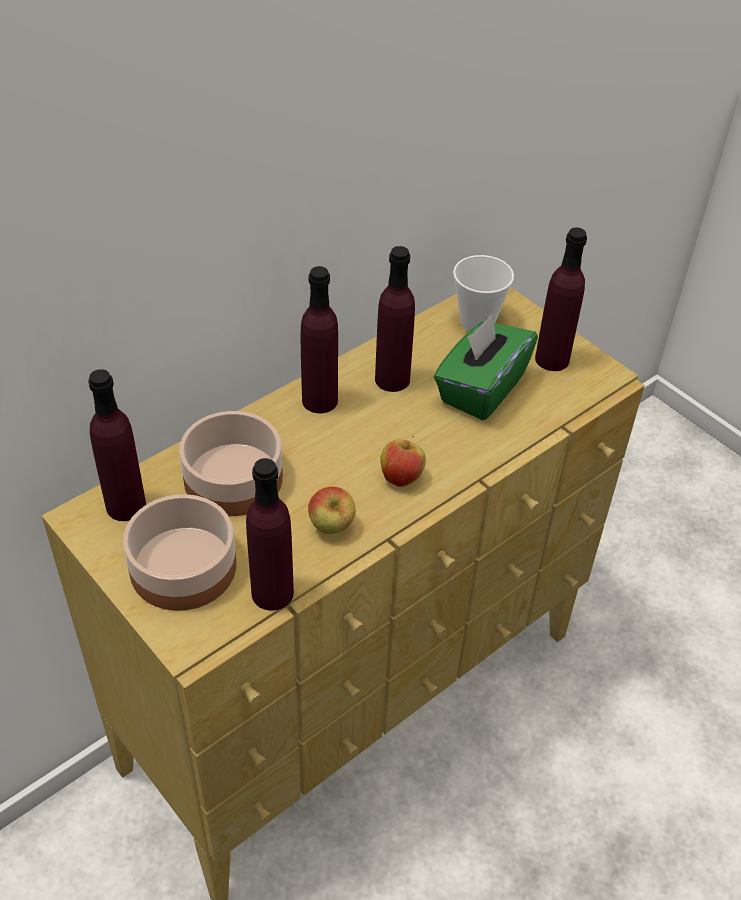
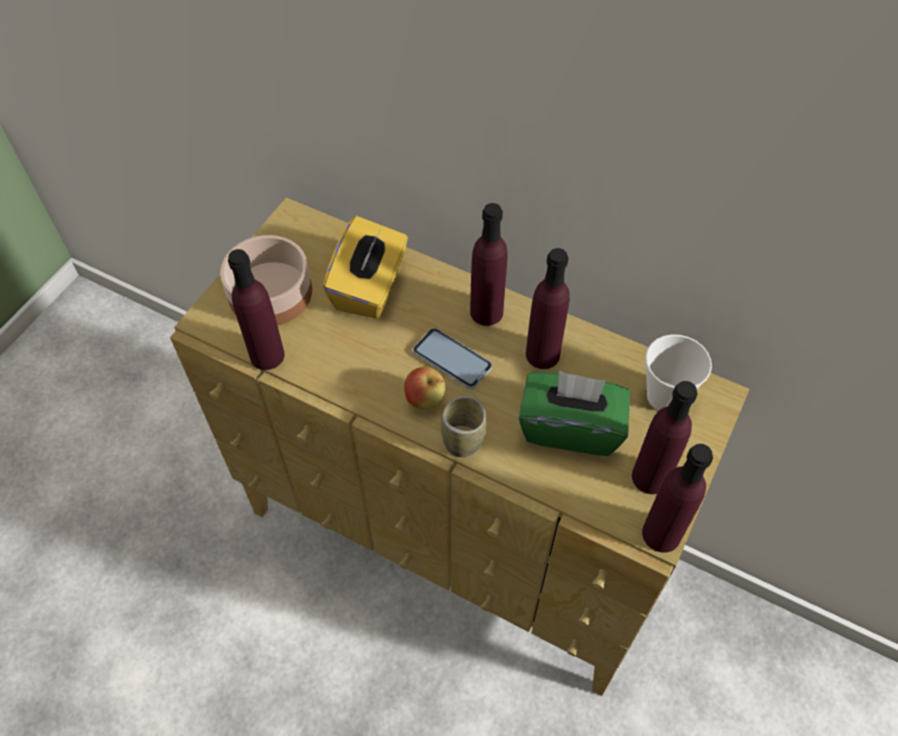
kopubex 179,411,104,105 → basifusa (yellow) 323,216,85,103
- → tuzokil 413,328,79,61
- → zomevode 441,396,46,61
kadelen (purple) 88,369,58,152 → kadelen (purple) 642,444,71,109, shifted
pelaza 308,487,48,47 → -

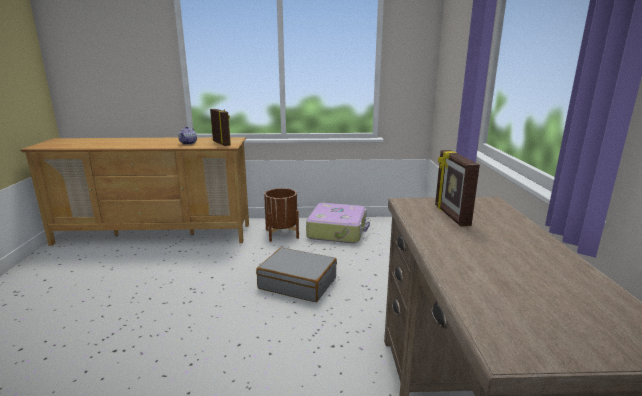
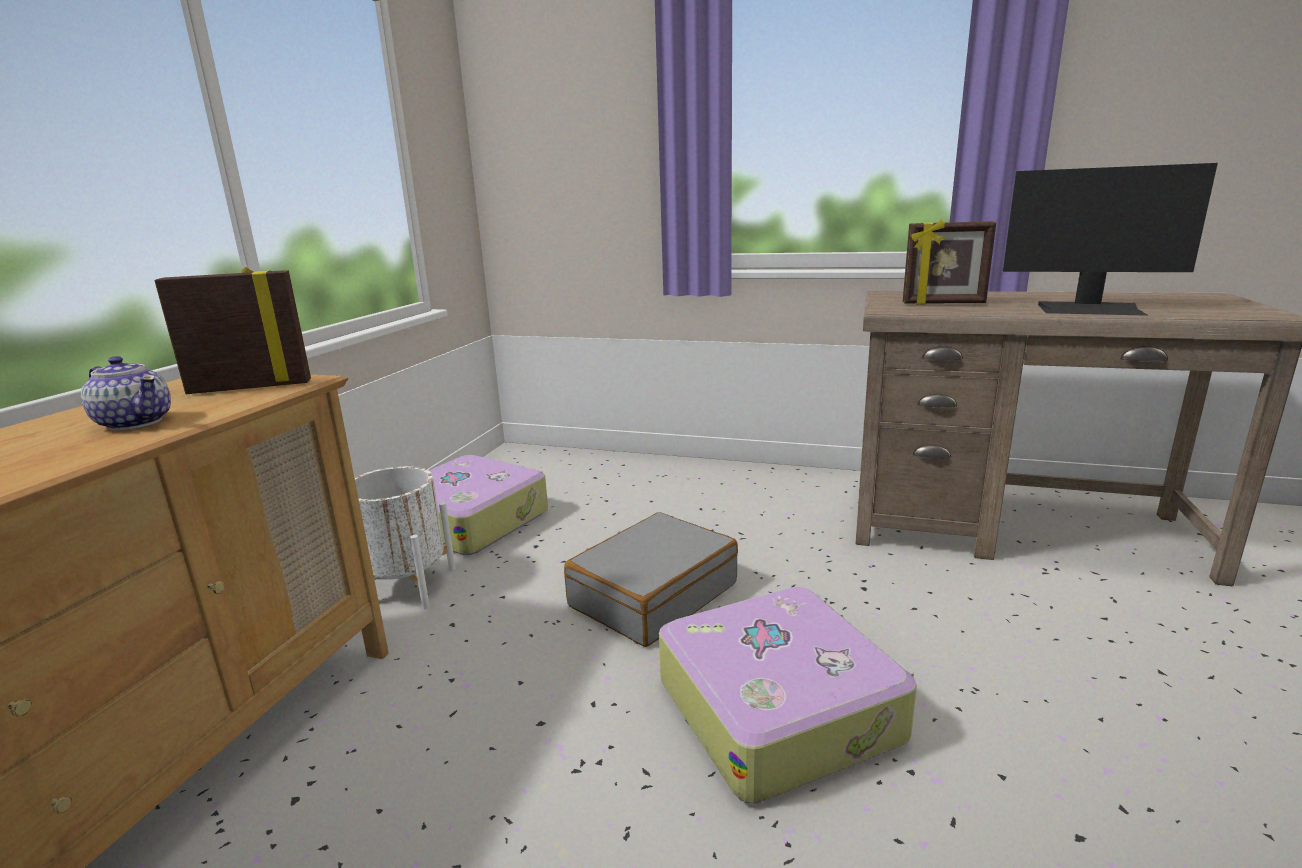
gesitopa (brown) 264,188,35,54 → gesitopa (white) 355,466,101,143
- → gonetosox 659,587,258,217
- → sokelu 1003,163,215,153

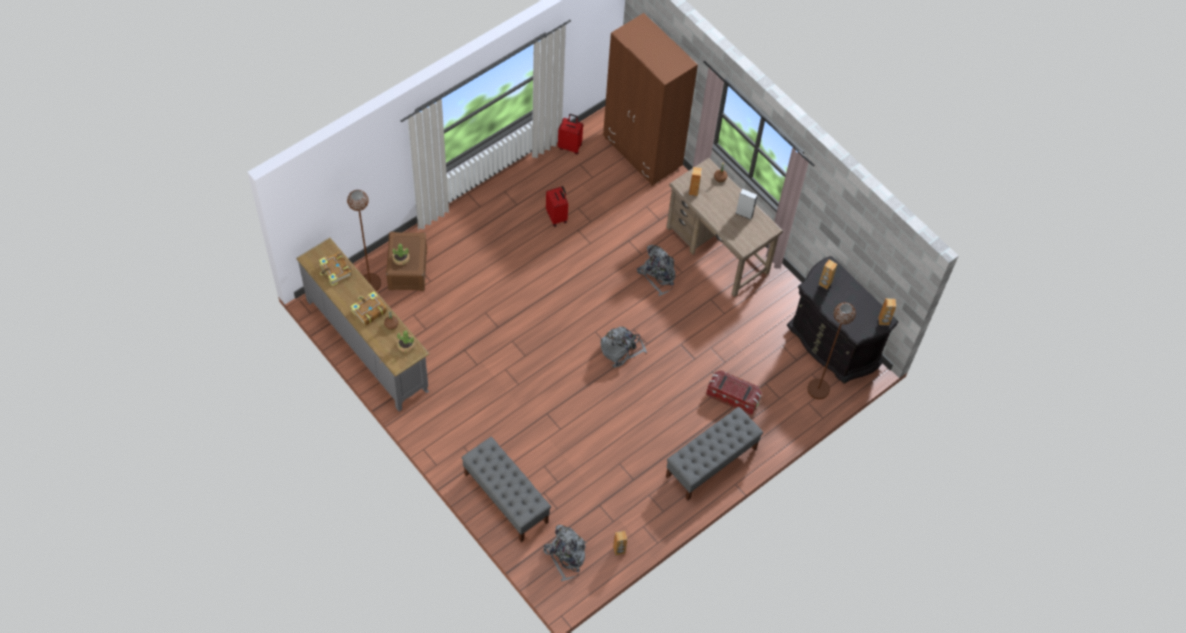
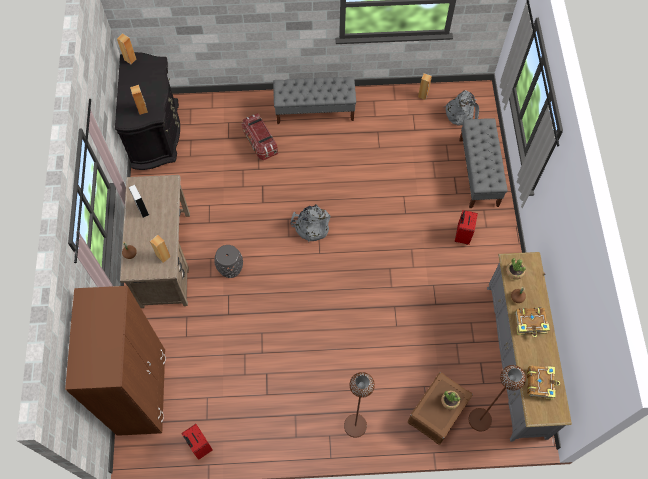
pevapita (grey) 637,245,38,51 → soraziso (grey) 214,245,29,33
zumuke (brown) 807,302,49,97 → zumuke (brown) 344,372,31,66, shifted
gonetosox (red) 546,186,22,41 → gonetosox (red) 455,210,23,35, shifted

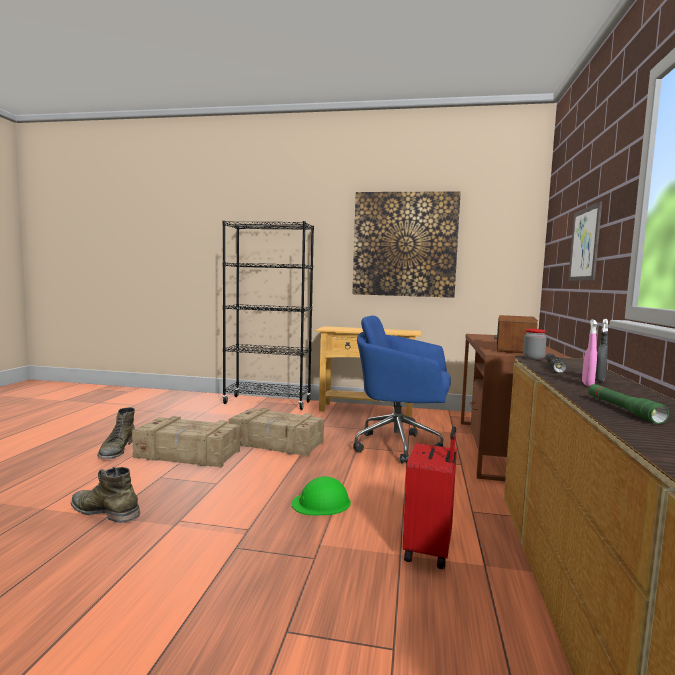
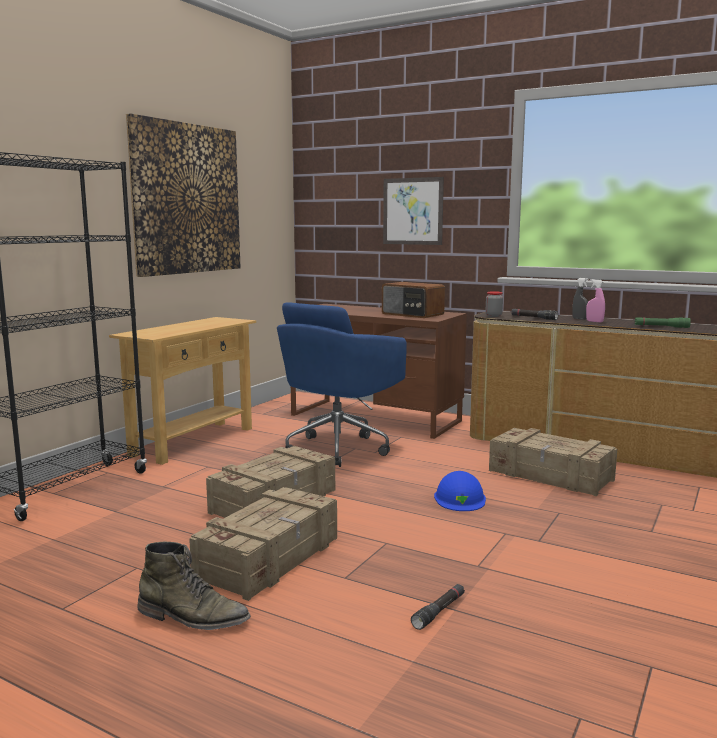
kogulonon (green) 71,467,69,56 → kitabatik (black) 411,584,54,46
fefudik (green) 291,476,60,39 → fefudik (blue) 434,471,52,40
gonetosox (red) 403,426,54,143 → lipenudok 489,428,128,68

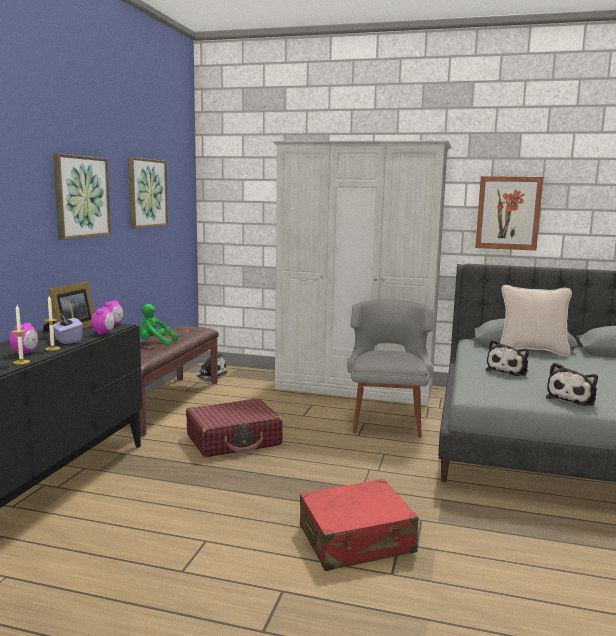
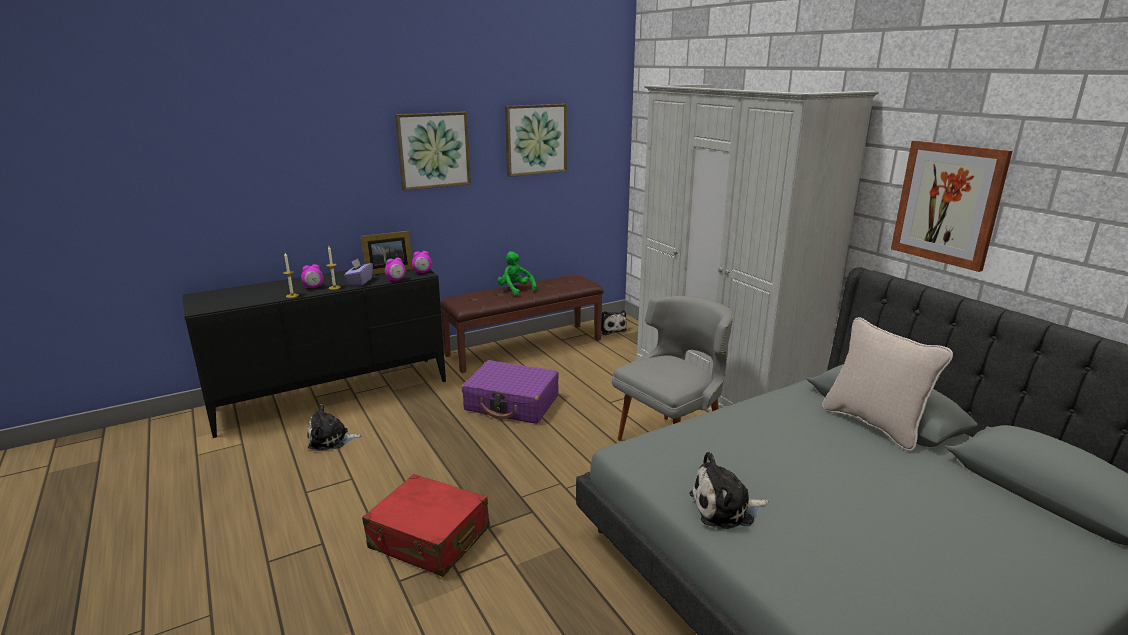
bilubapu 486,340,43,36 → bilubapu 307,404,56,47, shifted
gonetosox (red) 186,398,97,59 → gonetosox (purple) 462,360,97,64

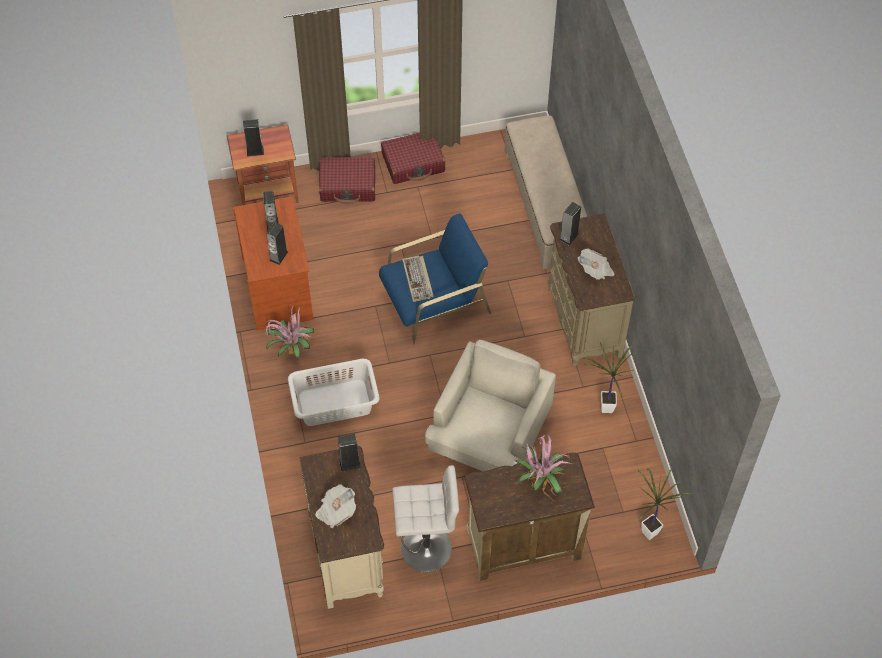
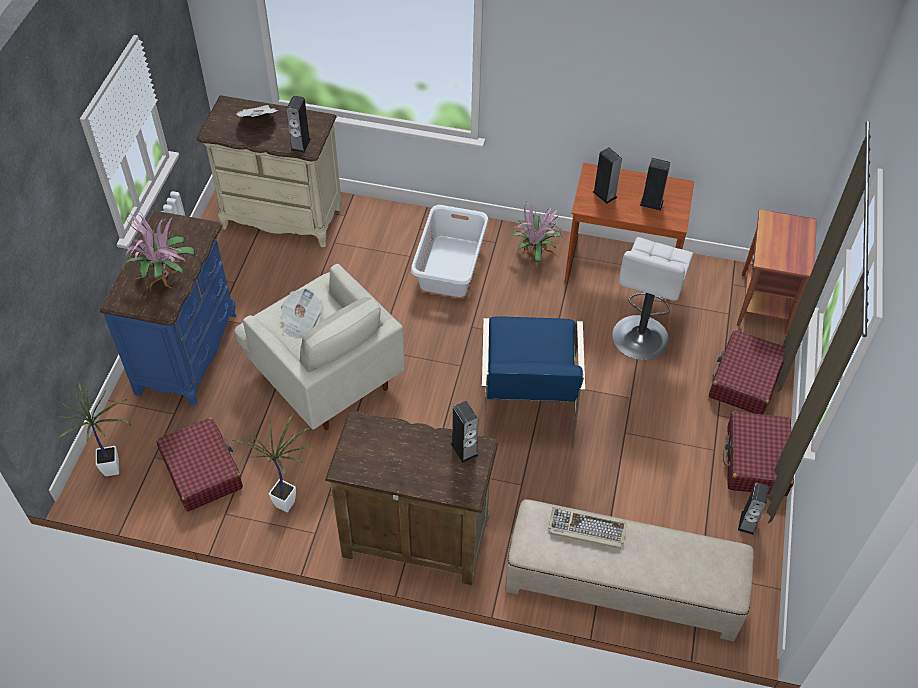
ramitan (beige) 465,452,130,129 → ramitan (blue) 100,210,136,196
- → gonetosox (red) 156,417,87,95
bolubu 578,248,36,32 → bolubu 281,288,43,49, shifted
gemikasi 402,256,32,46 → gemikasi 548,507,79,42, shifted
soraziso (white) 393,465,66,107 → soraziso (white) 612,237,81,123, shifted
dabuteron 243,119,21,37 → dabuteron 738,483,31,52, shifted

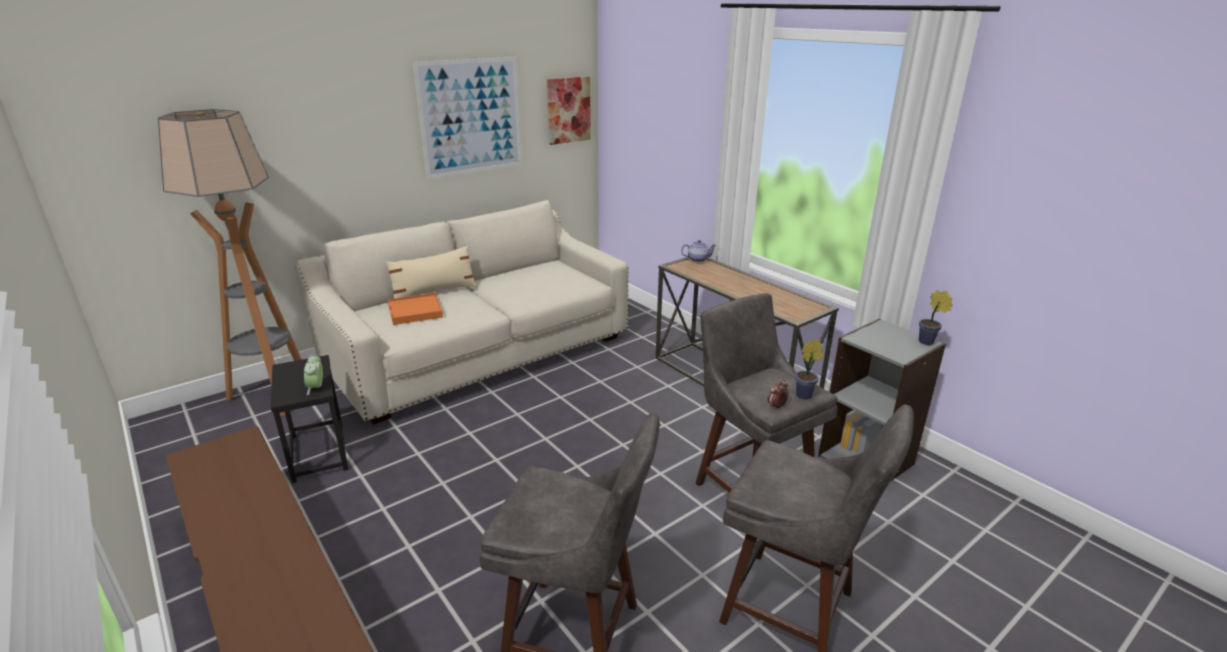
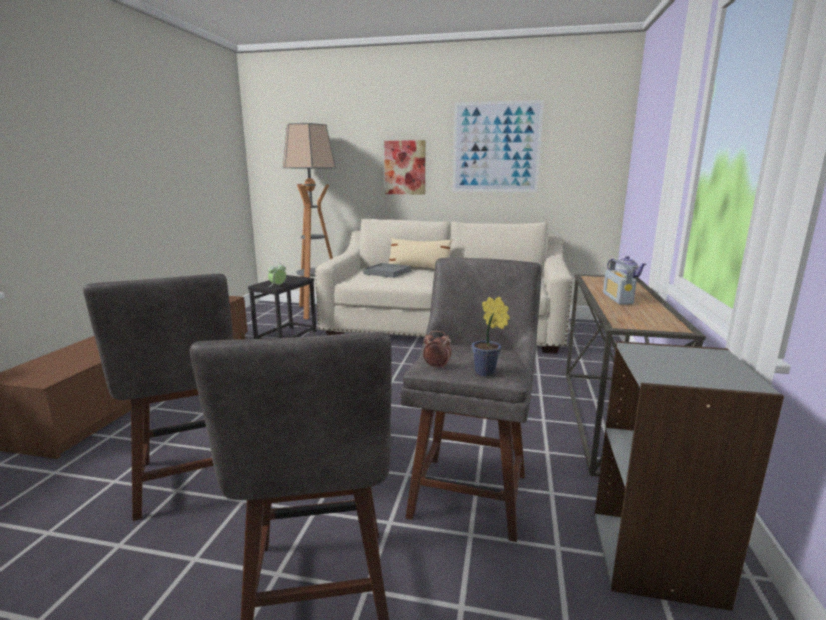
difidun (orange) 388,293,55,32 → difidun (grey) 363,263,48,15
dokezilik 547,76,44,69 → dokezilik 384,140,42,55, shifted
- → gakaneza 603,260,34,45
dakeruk 919,290,34,55 → -

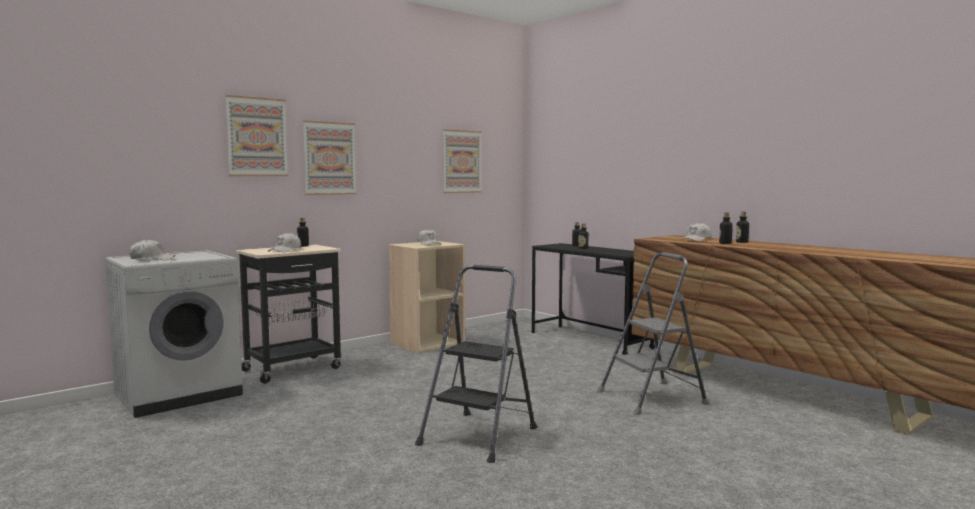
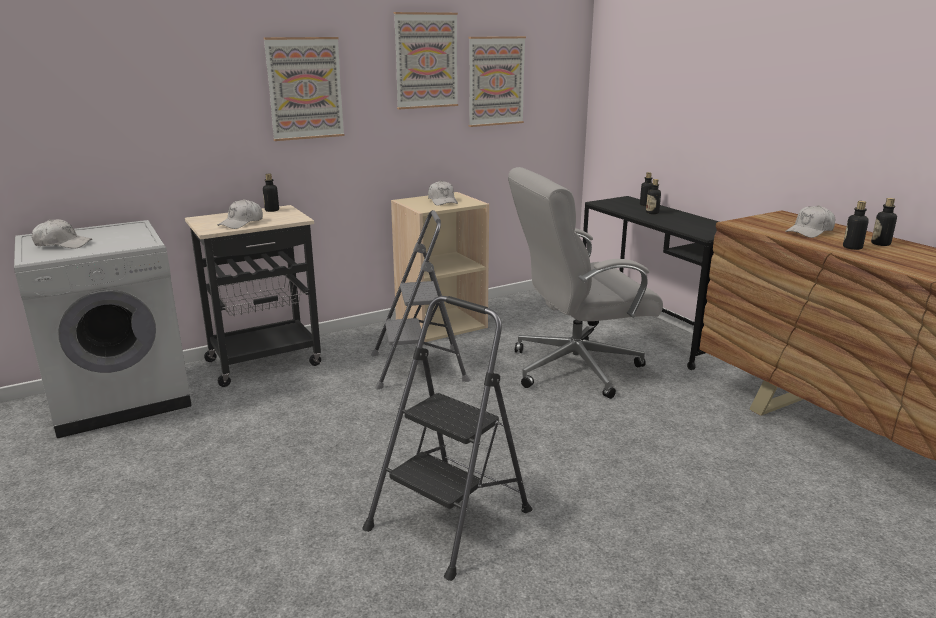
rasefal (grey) 597,252,113,163 → rasefal (grey) 371,210,99,179, shifted
dokezilik 225,95,63,81 → dokezilik 394,12,64,97, shifted
- → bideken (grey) 508,167,155,232

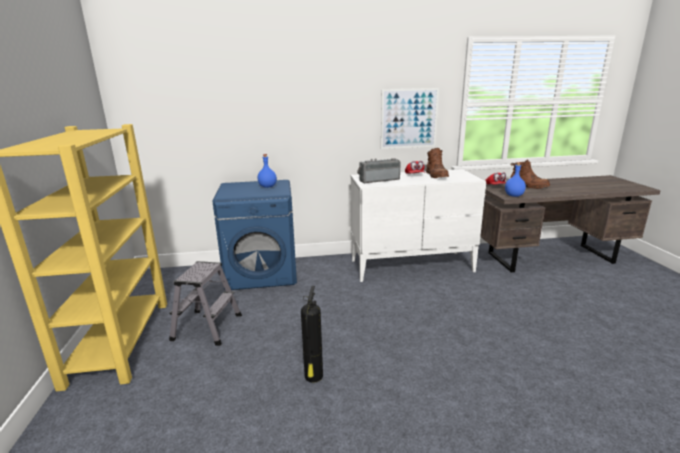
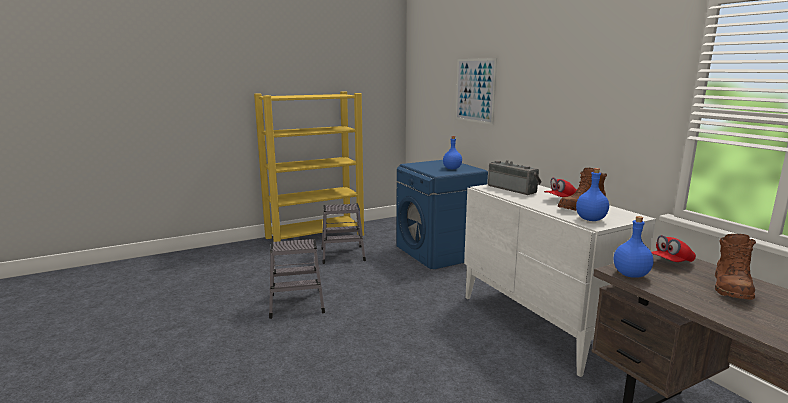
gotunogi 301,286,22,97 → rasefal (grey) 269,239,56,80
dokezilik 381,88,58,61 → dokezilik 456,58,41,67, shifted
- → kadelen (blue) 576,168,33,53

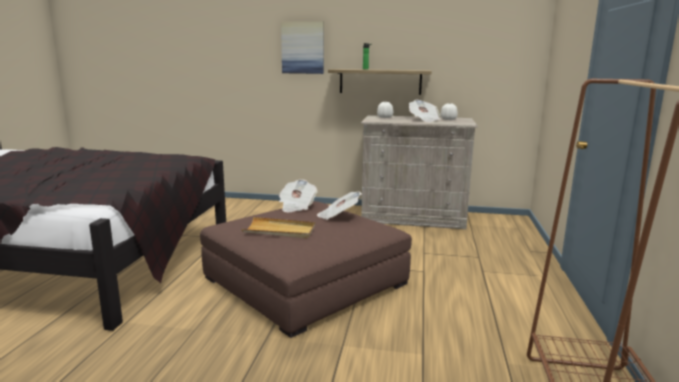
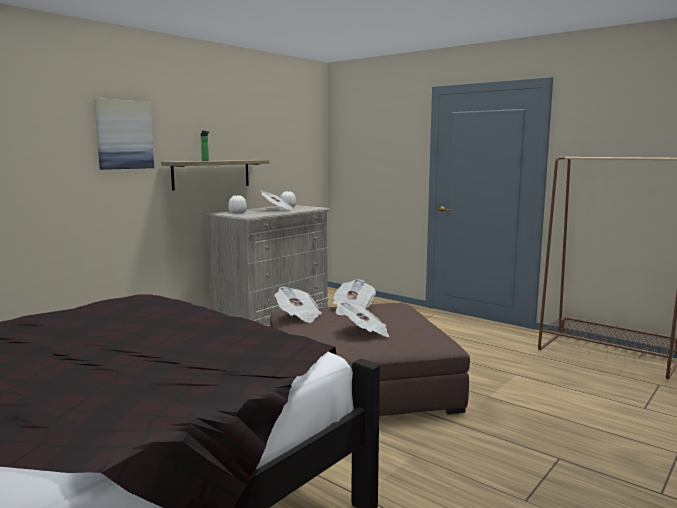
difidun (beige) 242,217,73,21 → bolubu 340,302,49,35

